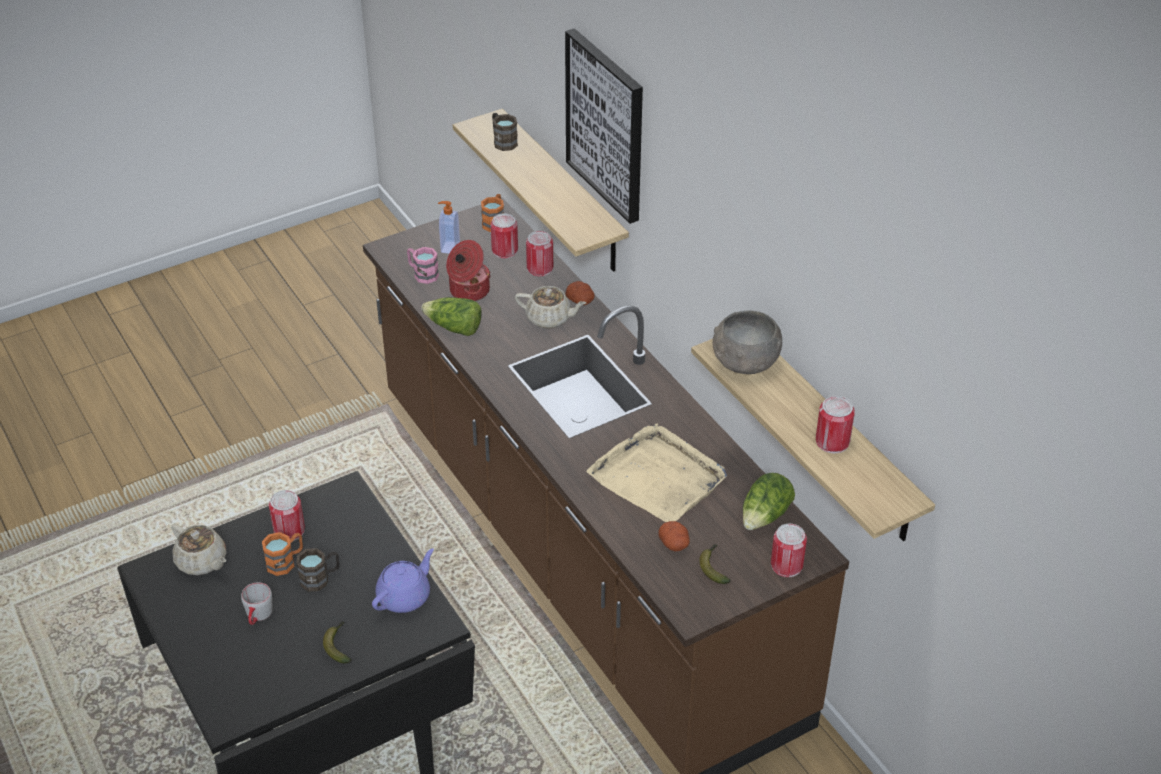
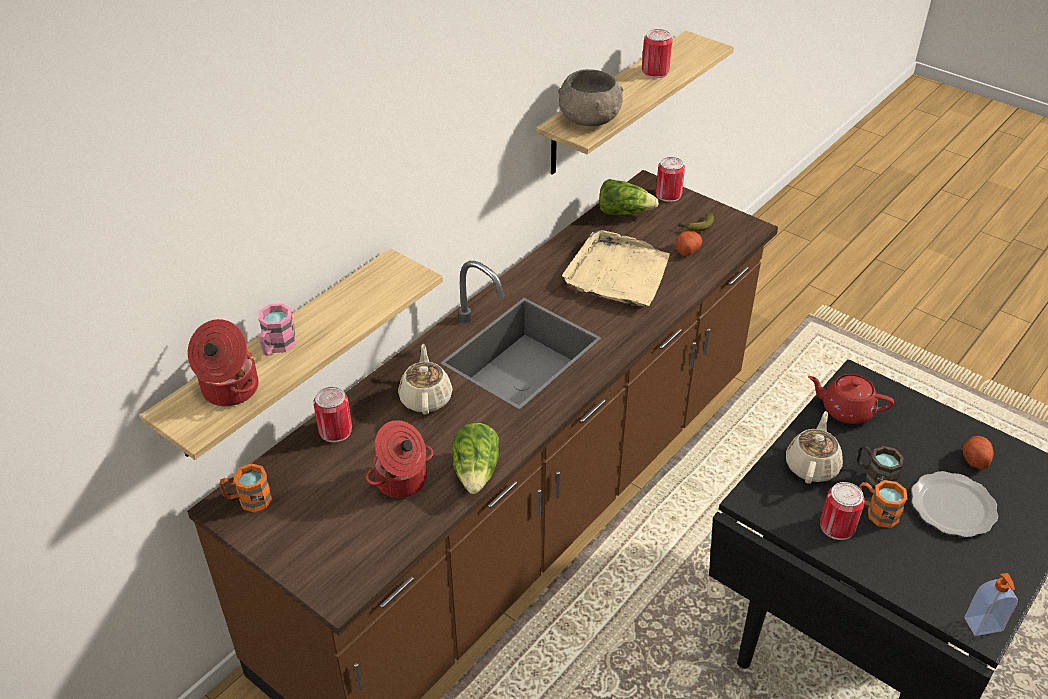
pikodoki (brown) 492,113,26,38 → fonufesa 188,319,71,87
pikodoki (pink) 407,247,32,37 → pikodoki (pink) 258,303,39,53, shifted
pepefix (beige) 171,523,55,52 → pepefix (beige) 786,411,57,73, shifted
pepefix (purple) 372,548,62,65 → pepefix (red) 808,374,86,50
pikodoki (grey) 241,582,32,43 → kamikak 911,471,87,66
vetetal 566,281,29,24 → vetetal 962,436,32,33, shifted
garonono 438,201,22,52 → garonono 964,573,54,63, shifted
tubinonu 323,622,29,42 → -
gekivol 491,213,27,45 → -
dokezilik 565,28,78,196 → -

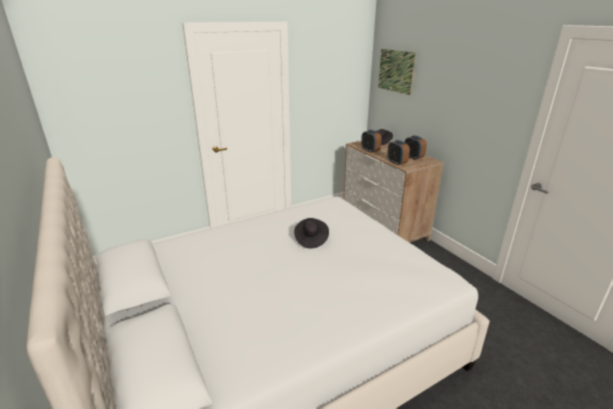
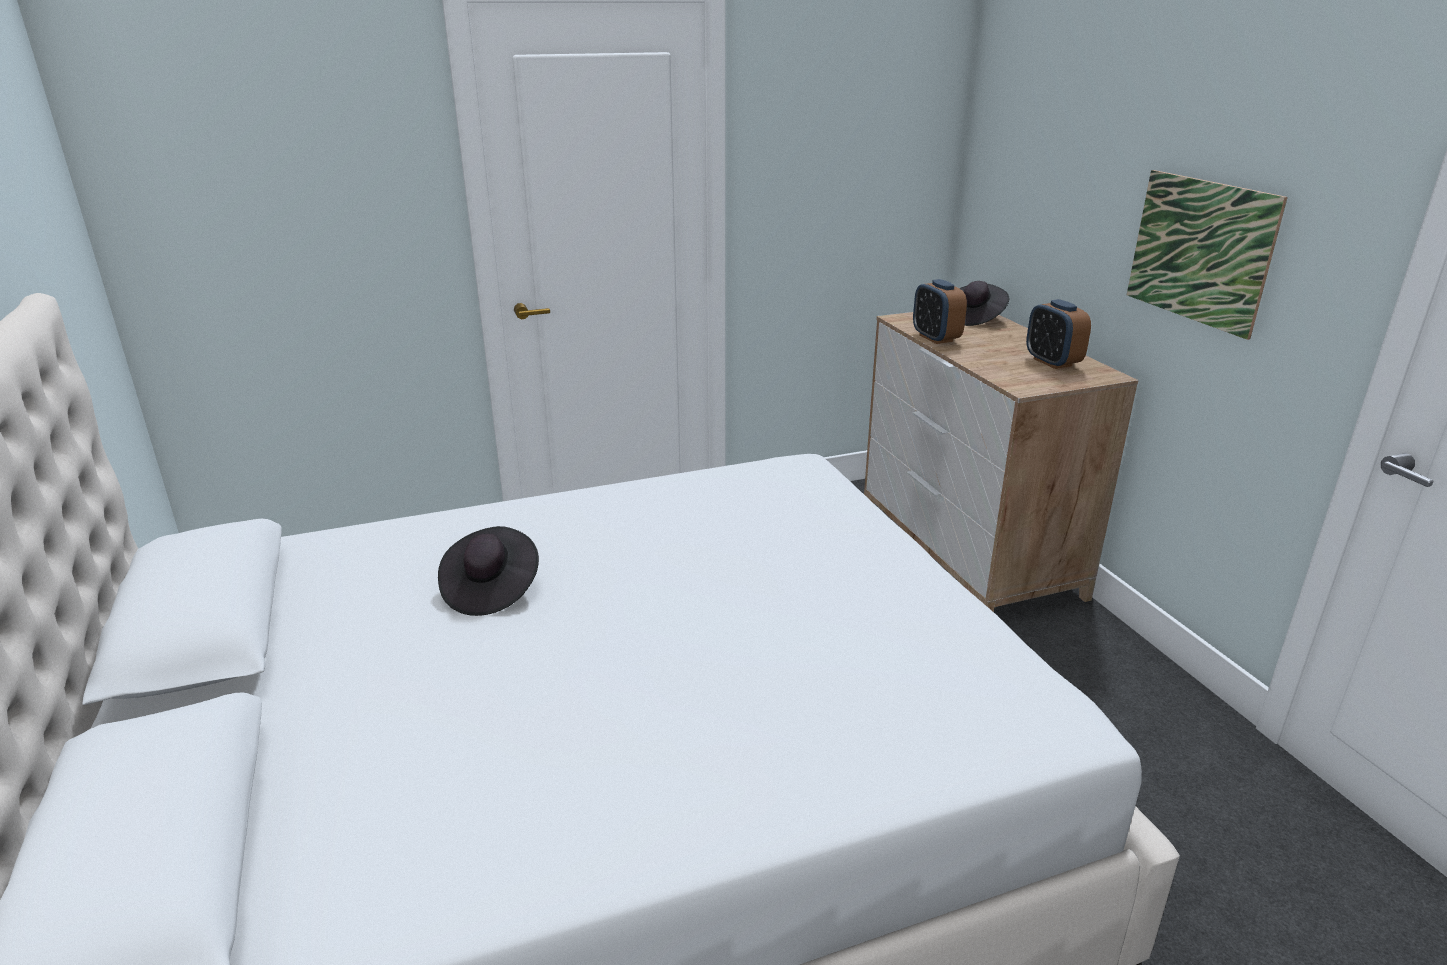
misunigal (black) 294,218,35,30 → misunigal (black) 438,526,101,90, shifted
dokezilik 378,49,38,46 → dokezilik 1127,170,161,170, shifted
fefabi 387,140,23,26 → -

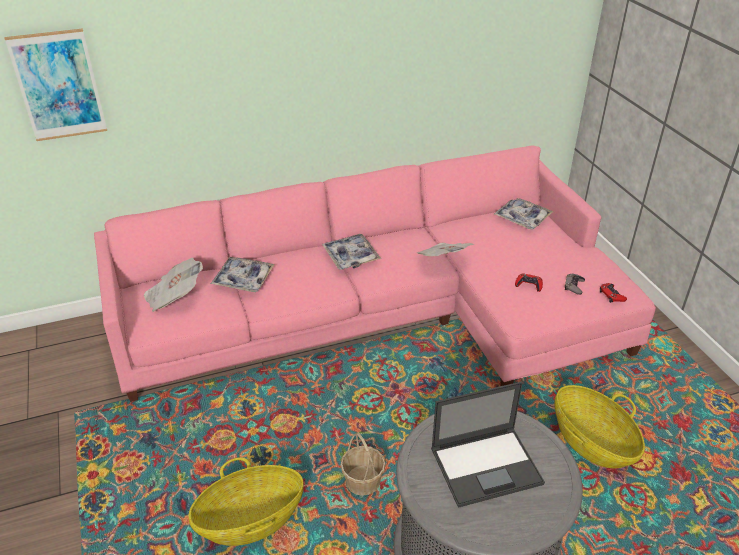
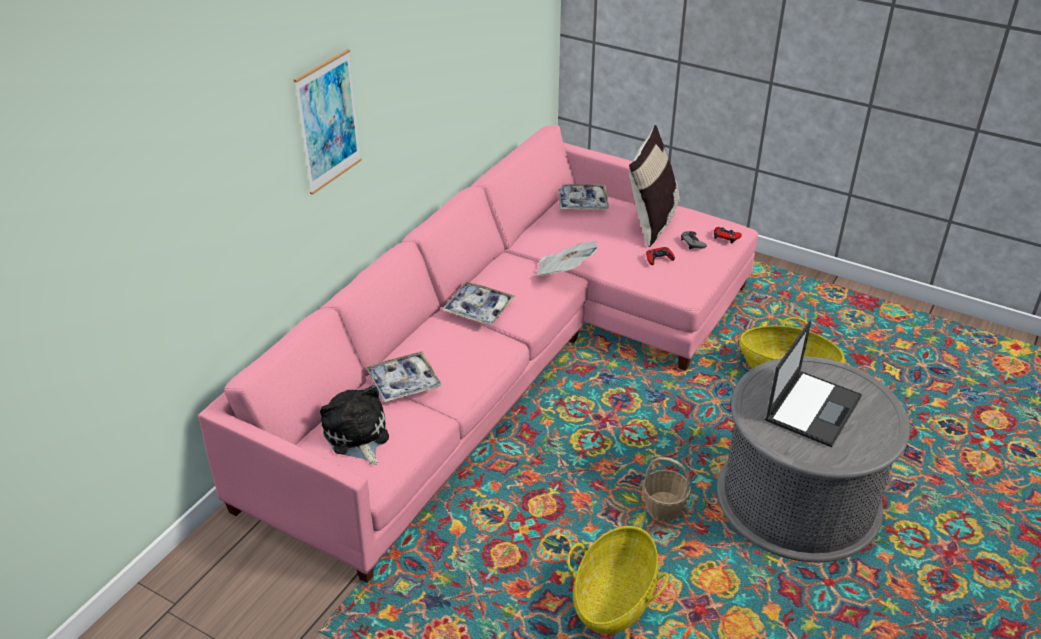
dokezilik 4,28,103,113 → dokezilik 294,49,68,146, shifted
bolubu 144,258,59,54 → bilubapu 320,385,69,80
- → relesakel 629,125,51,122

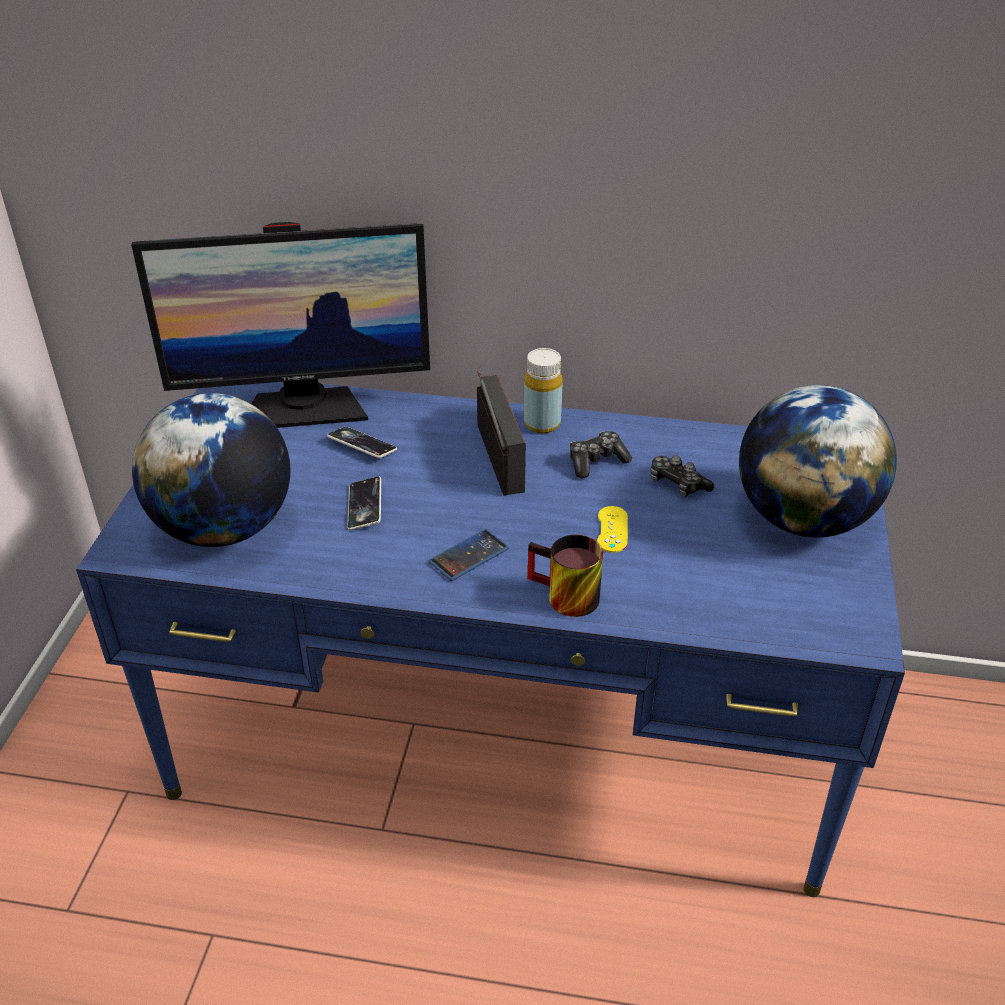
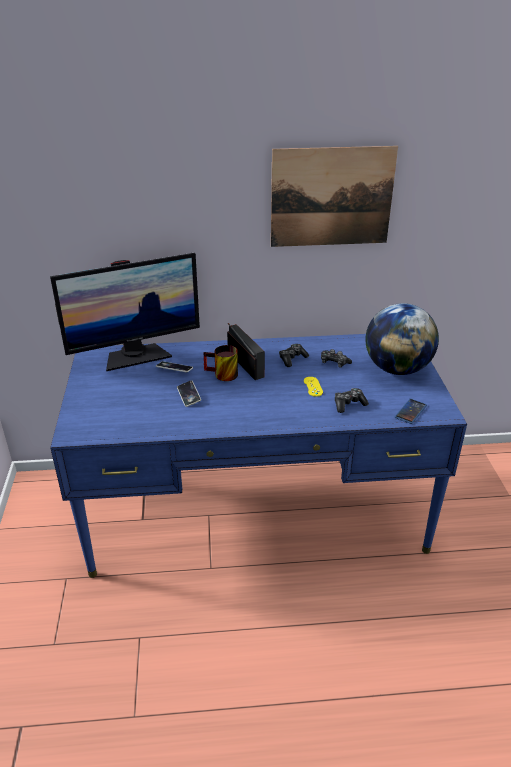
pikodoki 527,535,76,82 → pikodoki 203,345,35,36, shifted
- → dokezilik 271,146,127,101
- → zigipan 335,388,34,25
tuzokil 428,529,81,52 → tuzokil 395,399,32,25, shifted
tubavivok 132,393,158,154 → -
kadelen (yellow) 524,348,39,85 → -

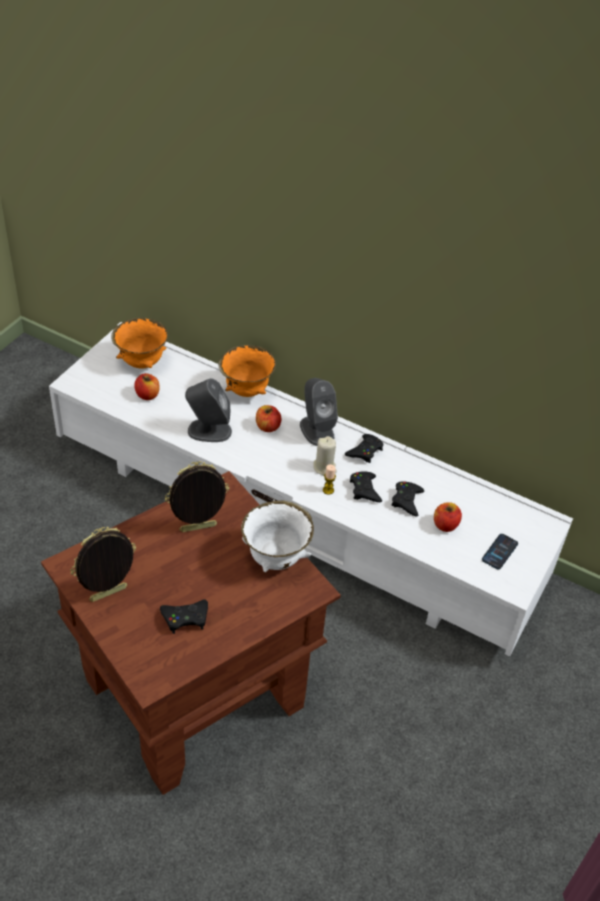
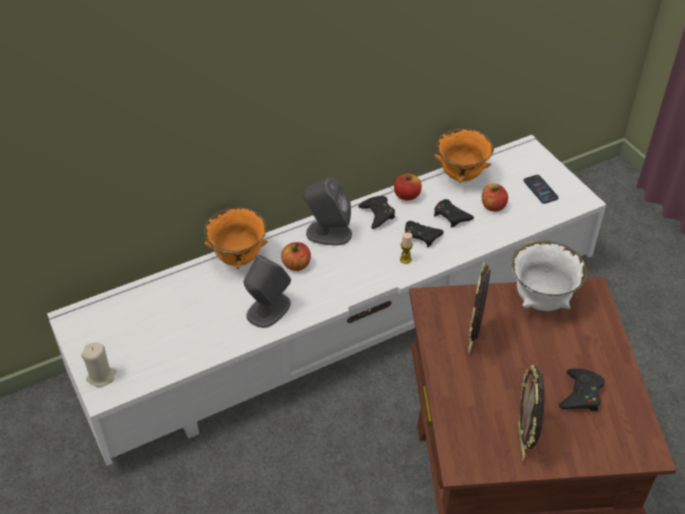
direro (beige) 313,436,24,40 → direro (beige) 81,342,36,45, shifted
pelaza 134,373,26,27 → pelaza 394,174,28,27, shifted
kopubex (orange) 111,318,57,51 → kopubex (orange) 434,128,60,55, shifted

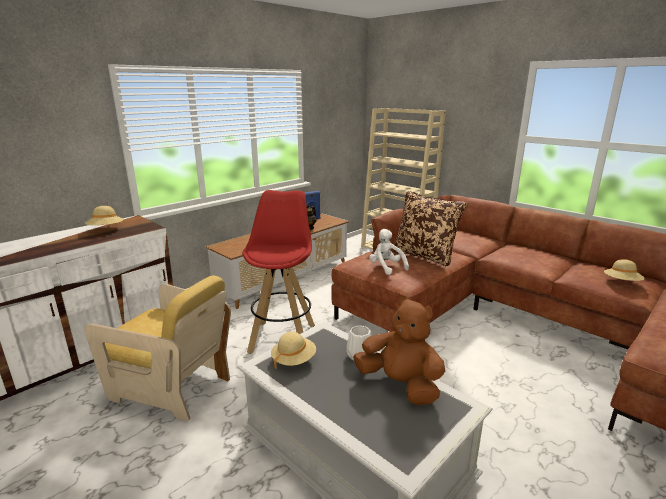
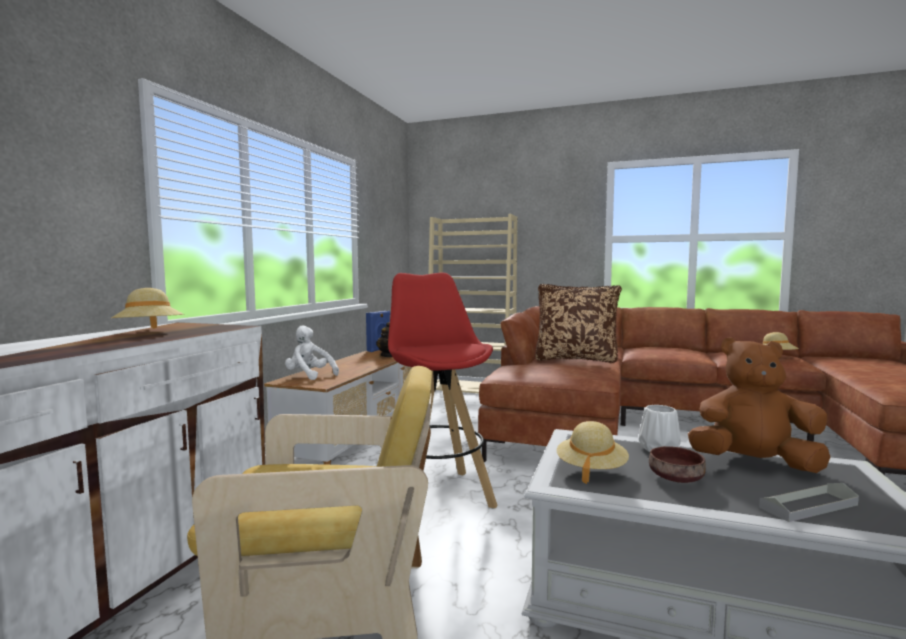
bilubapu (white) 369,229,40,46 → bilubapu (white) 285,325,54,55, shifted
- → kopubex (brown) 649,446,57,37
- → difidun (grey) 759,483,100,39

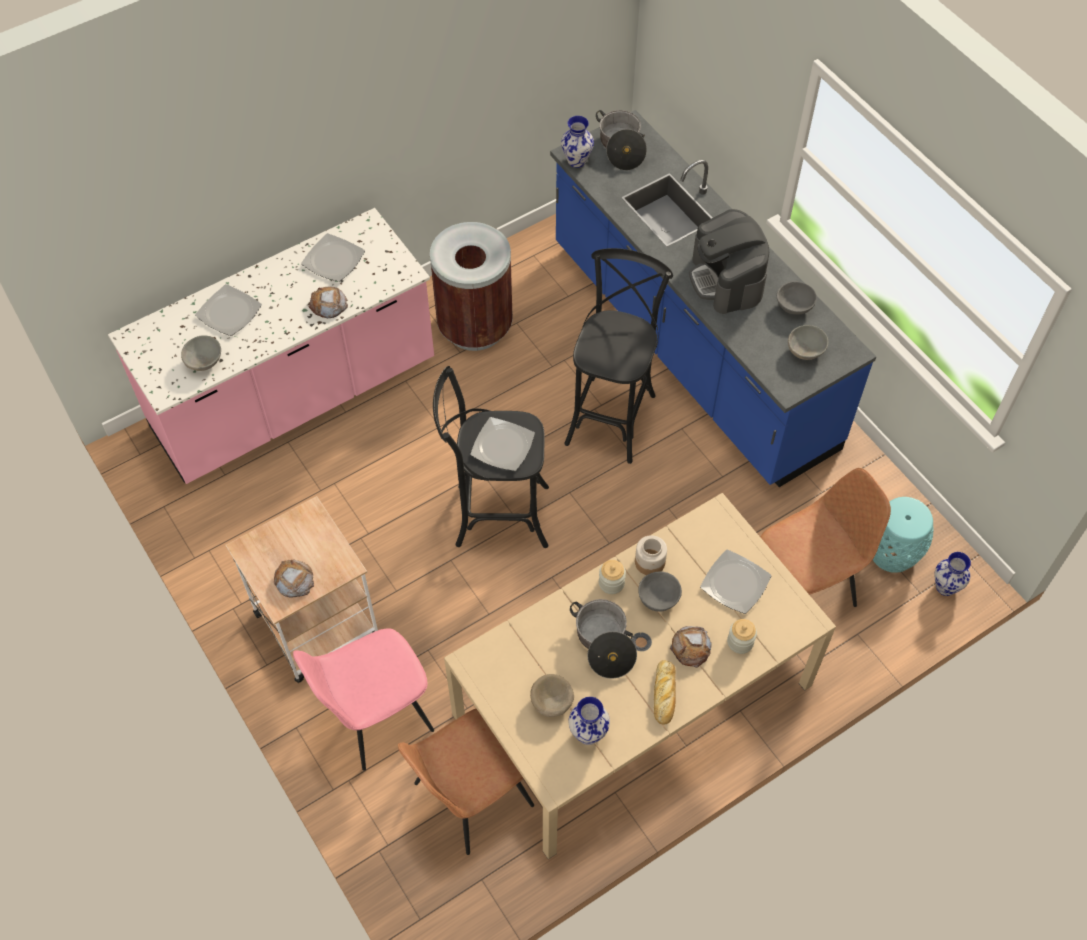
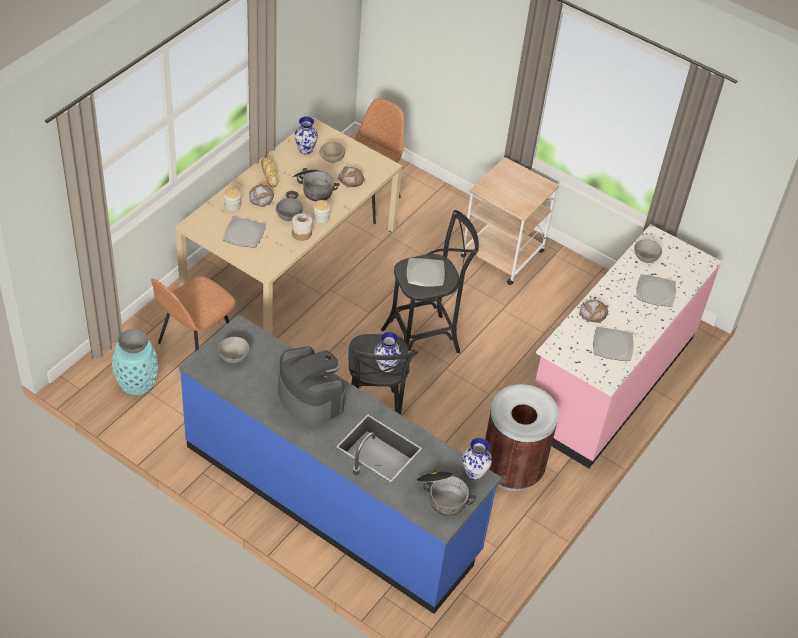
kopubex (grey) 777,281,40,33 → kopubex (grey) 118,329,30,24, shifted
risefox 274,559,40,39 → risefox 338,166,27,21, shifted
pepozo 934,552,37,44 → pepozo 374,332,28,40, shifted
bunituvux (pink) 293,628,141,143 → -

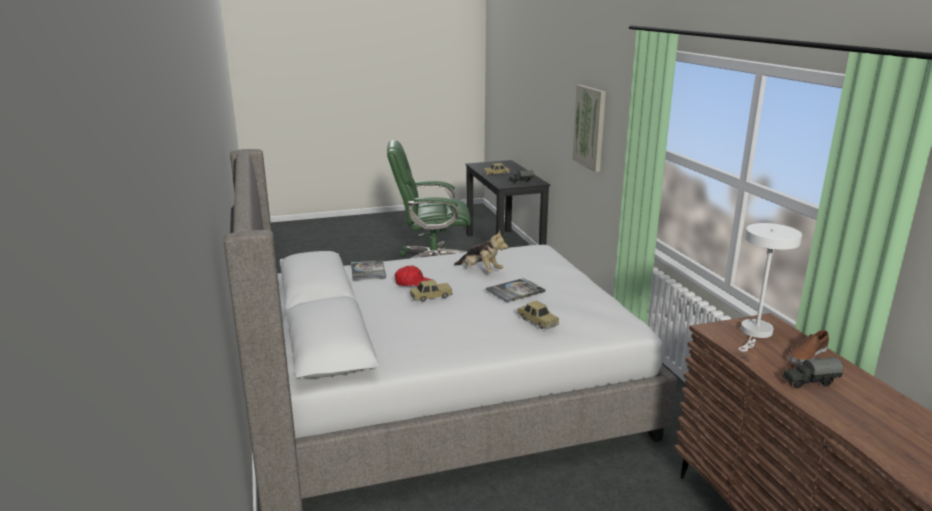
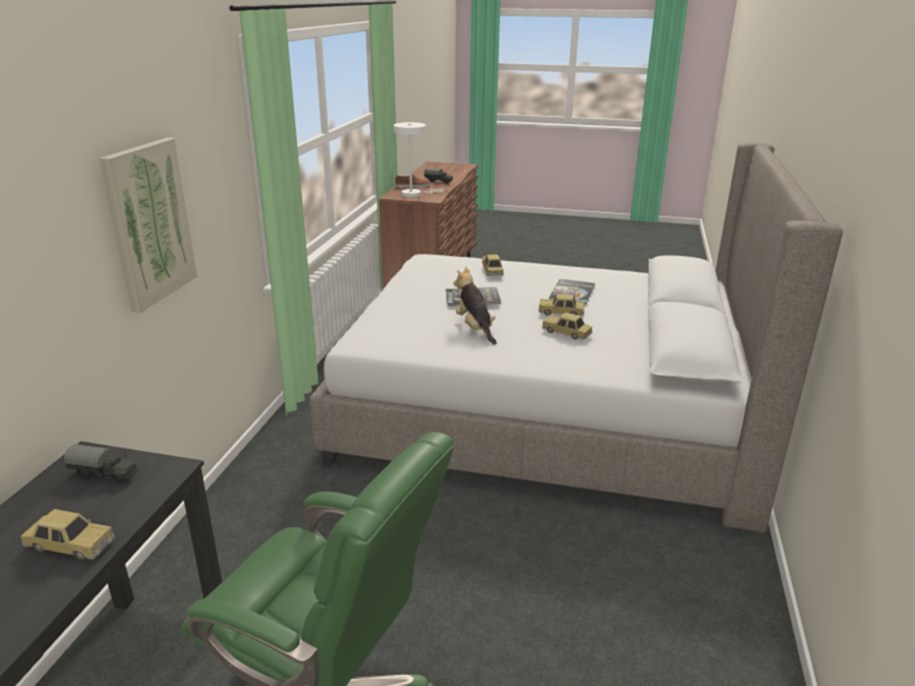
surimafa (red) 395,265,37,21 → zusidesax 542,313,51,27
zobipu 351,260,35,20 → zobipu 549,279,46,26, shifted

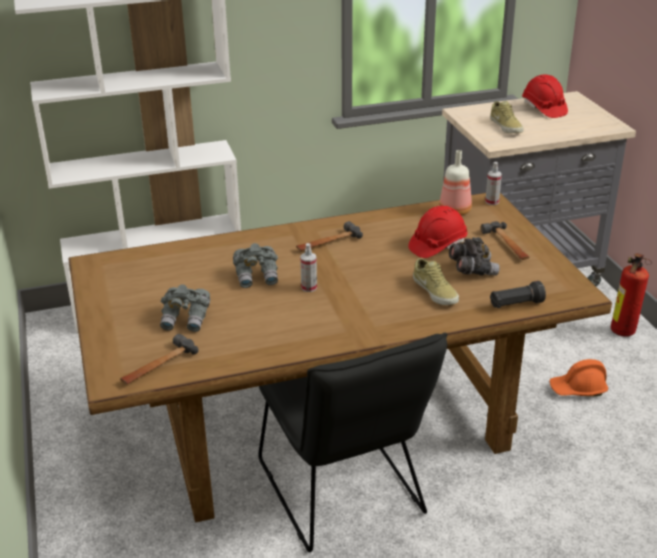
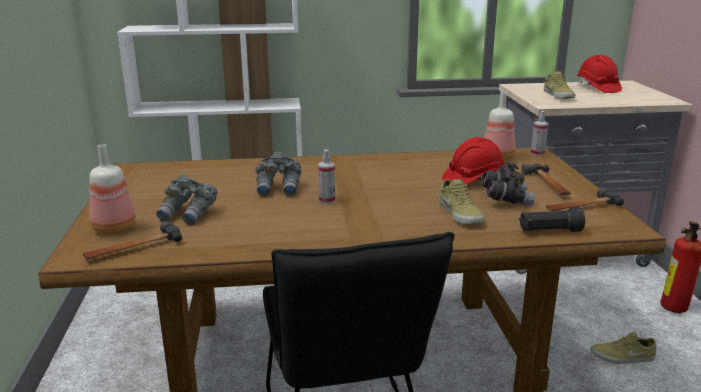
- → kadelen 90,144,46,90
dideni 296,221,67,30 → dideni 546,187,78,24, shifted
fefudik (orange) 549,359,59,37 → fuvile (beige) 590,332,66,32

